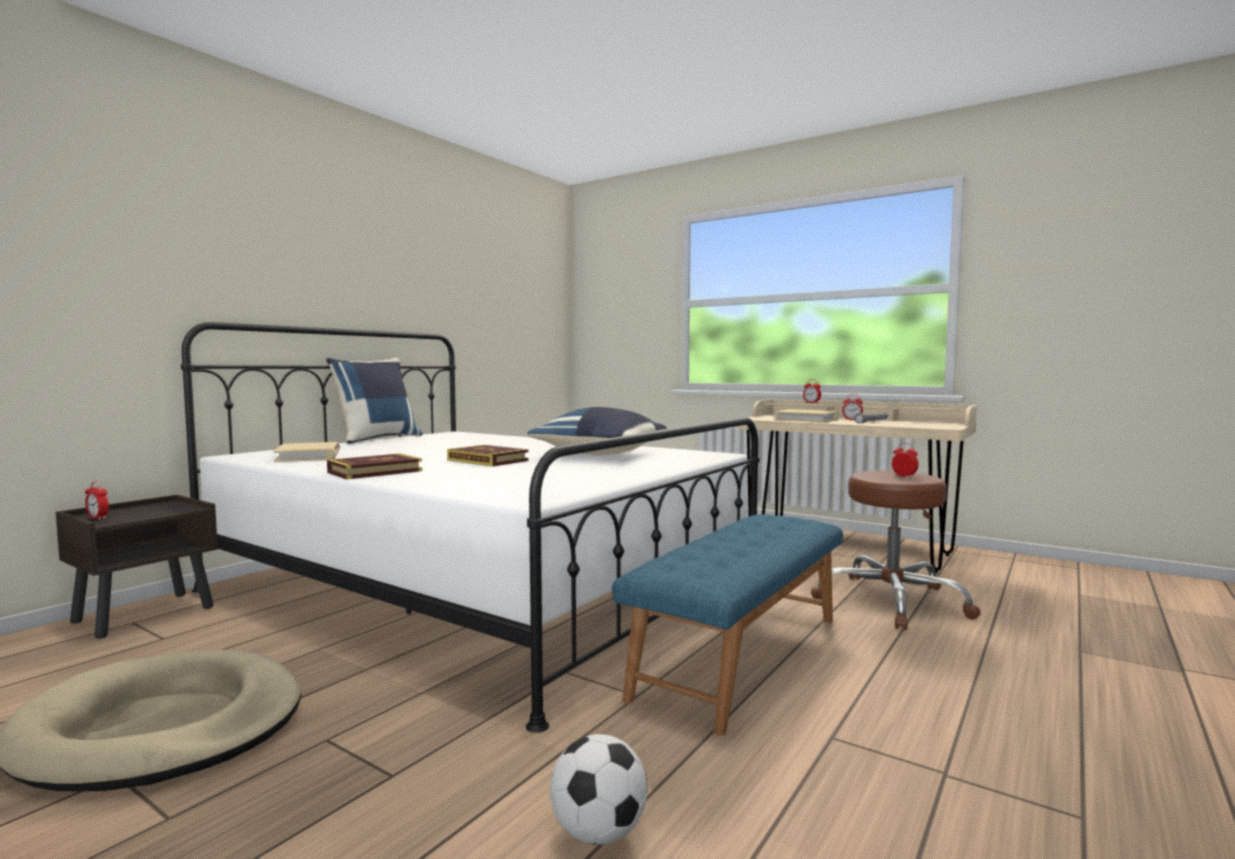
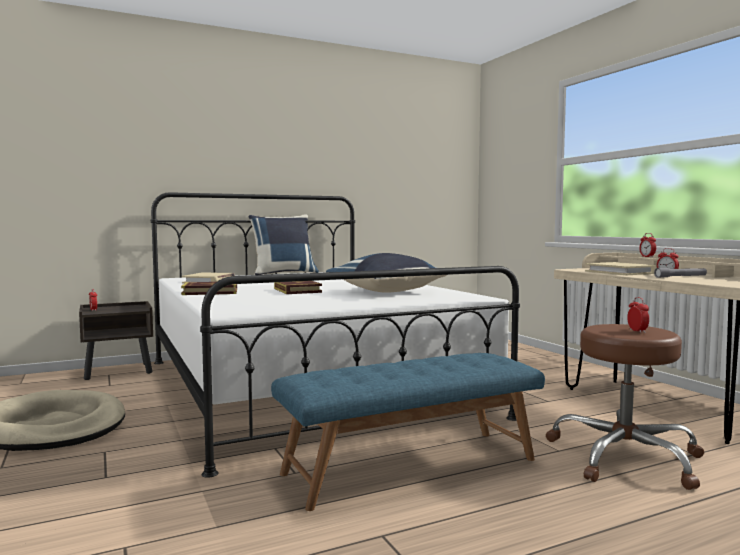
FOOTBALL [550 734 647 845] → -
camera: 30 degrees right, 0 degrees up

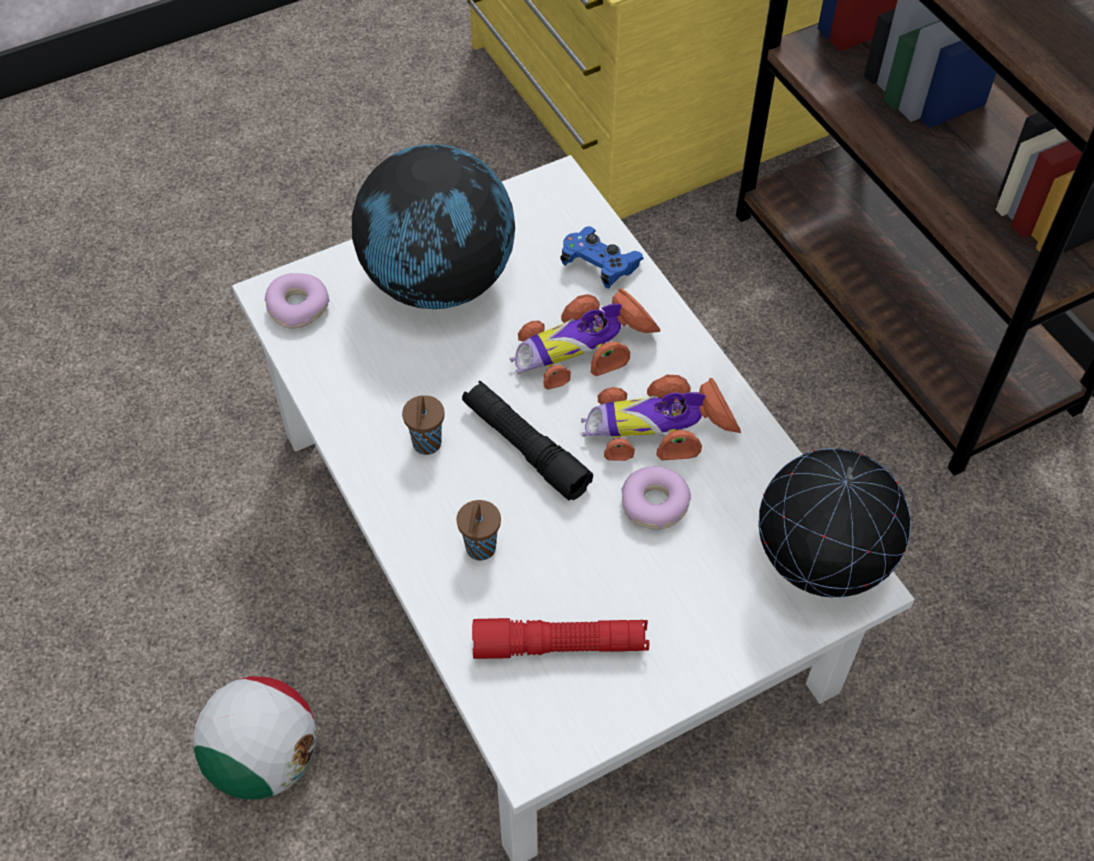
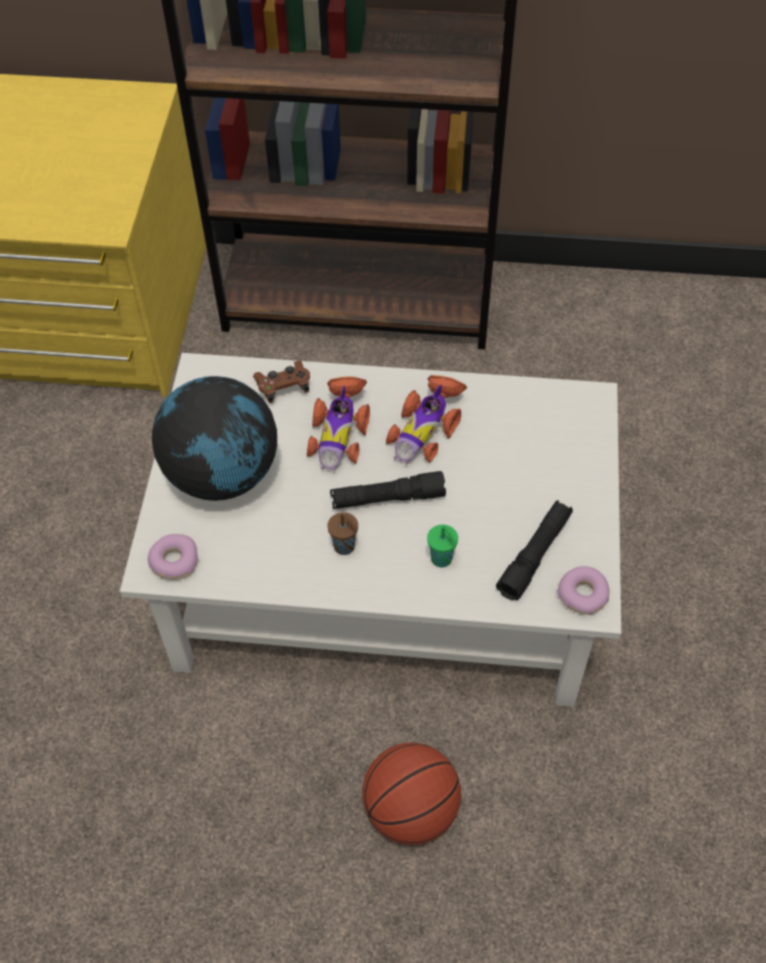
BLUE GAME CONTROLLER [560 226 644 289] → BROWN GAME CONTROLLER [253 361 310 403]
GLOBE [759 448 911 598] → -
DONUT [621 466 691 530] → DONUT [558 566 610 615], relocated
BROWN CUP [456 500 501 561] → GREEN CUP [427 525 458 567]
RED FLASHLIGHT [472 618 649 659] → BLACK FLASHLIGHT [496 500 573 600]
FOOTBALL [193 676 317 799] → BASKETBALL [362 743 461 845]
camera: 55 degrees left, 0 degrees up

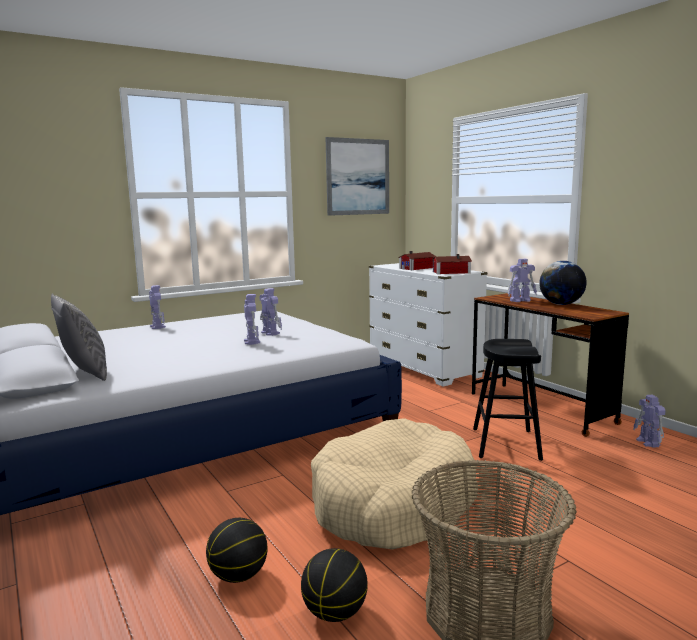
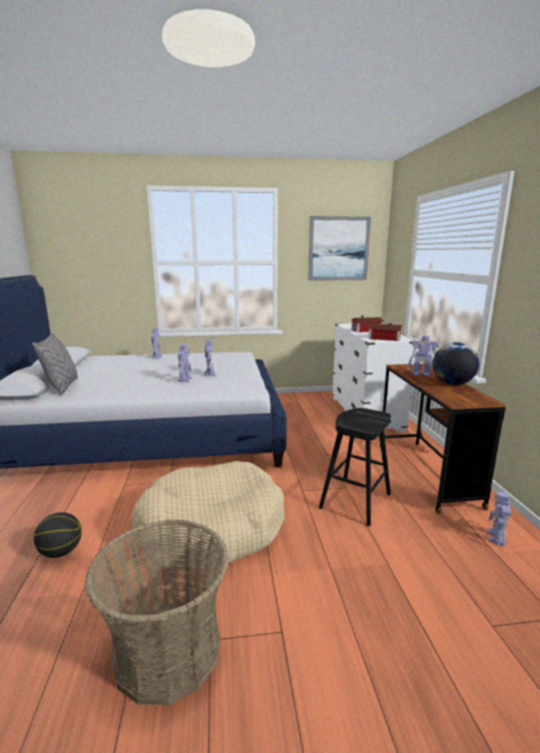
BASKETBALL [301 548 368 622] → -
camera: 25 degrees right, 5 degrees up

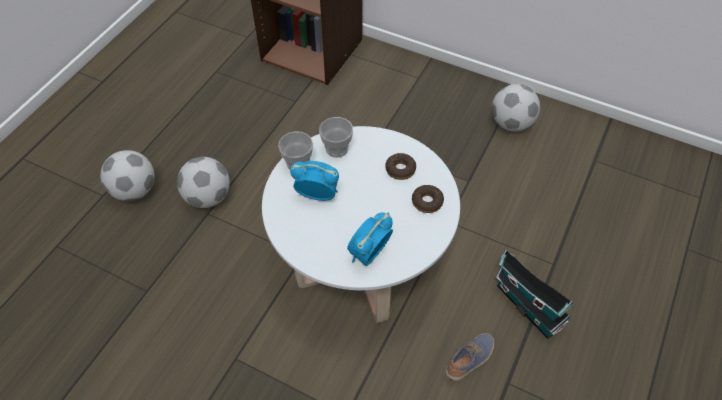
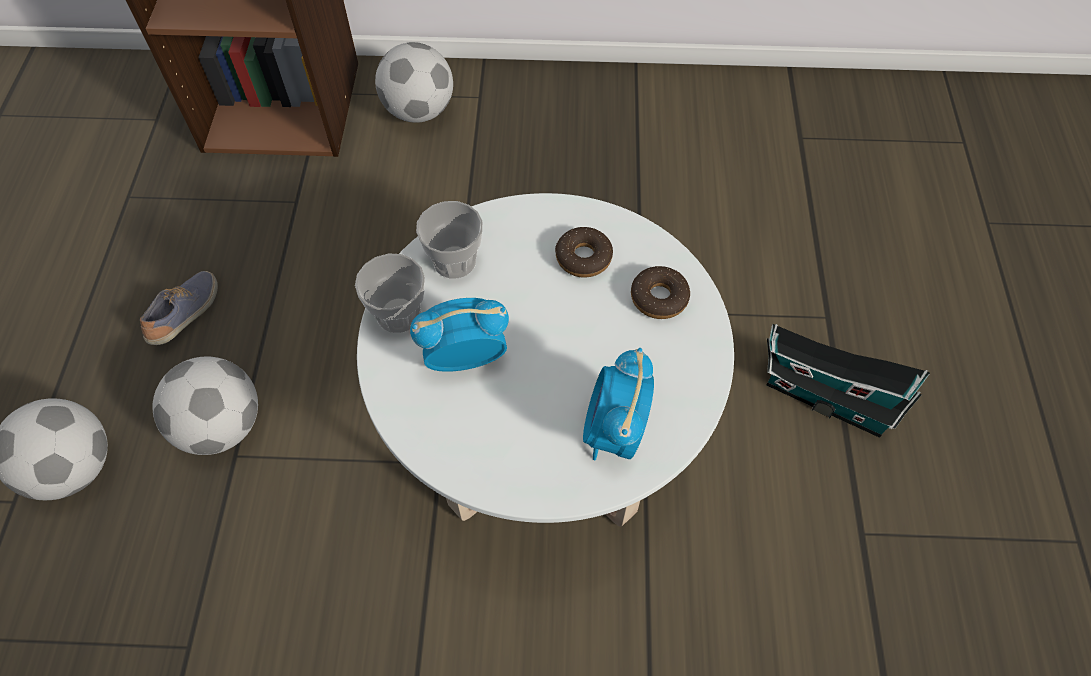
FOOTBALL [492 84 540 132] → FOOTBALL [375 42 453 123], relocated
SHOE [446 333 494 381] → SHOE [140 271 218 345], relocated
camera: 25 degrees left, 5 degrees up

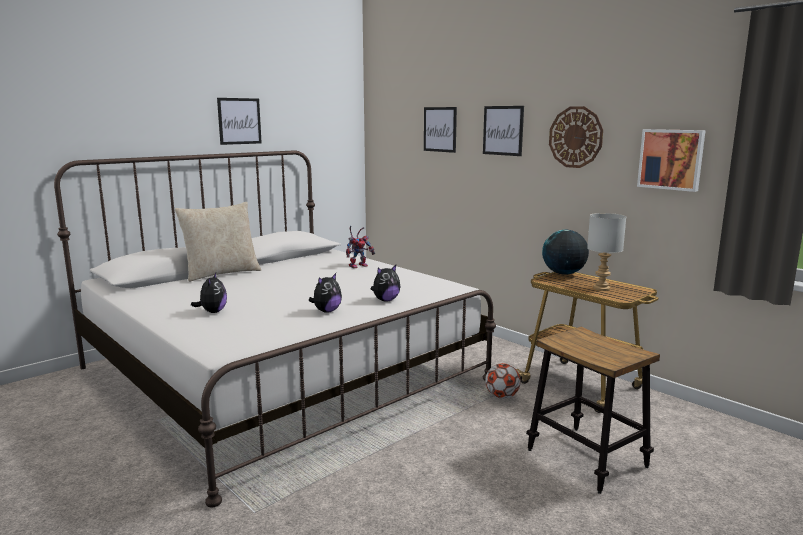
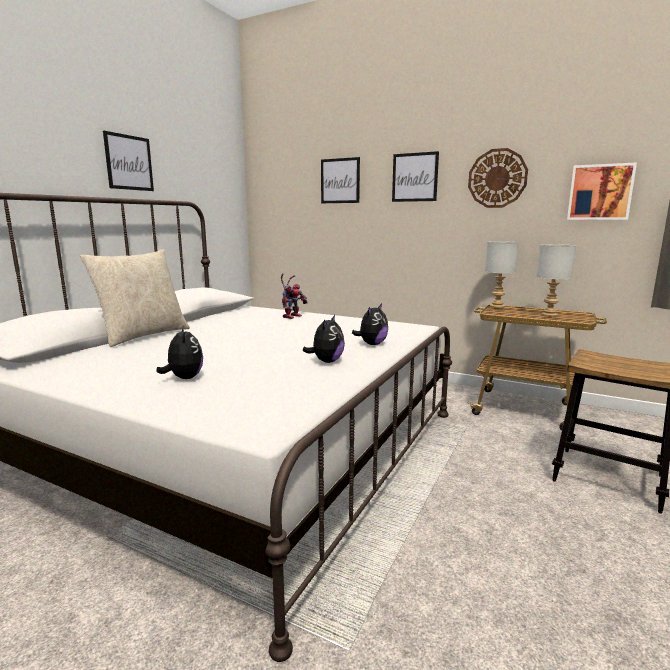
GLOBE [542 230 589 275] → GREY TABLE LAMP [485 241 519 308]
FOOTBALL [485 363 521 399] → -
camera: 20 degrees left, 0 degrees up

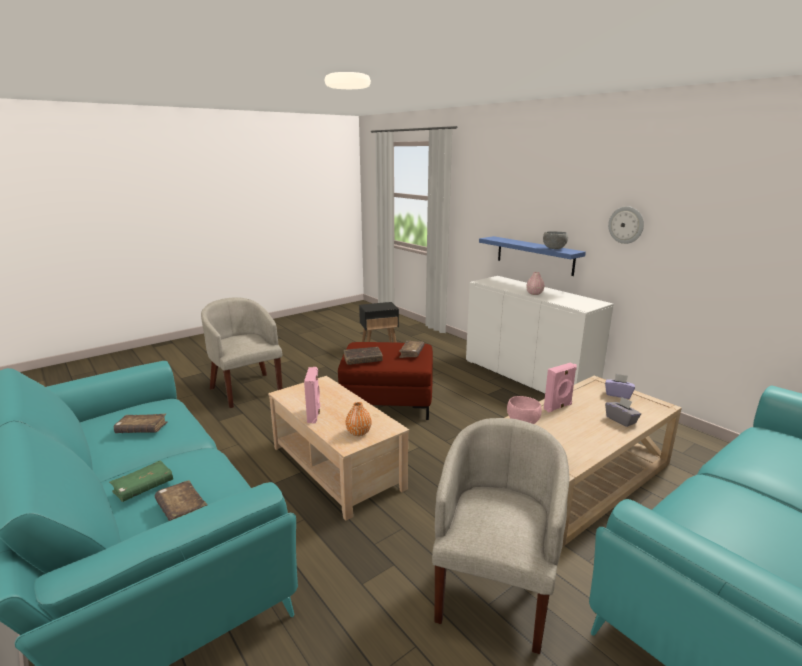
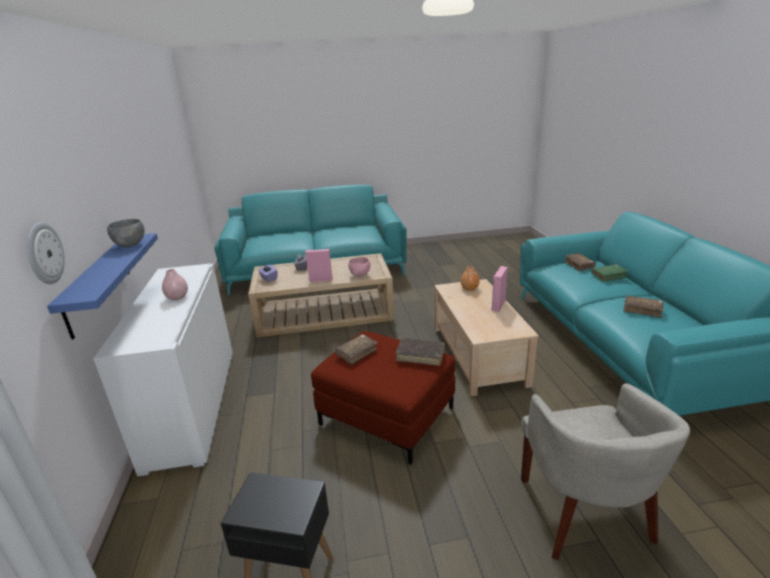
WALL CLOCK [608 206 644 244] → WALL CLOCK [27 222 65 284], relocated
BEIGE ARMCHAIR [432 418 569 654] → -
camera: 150 degrees left, 5 degrees up

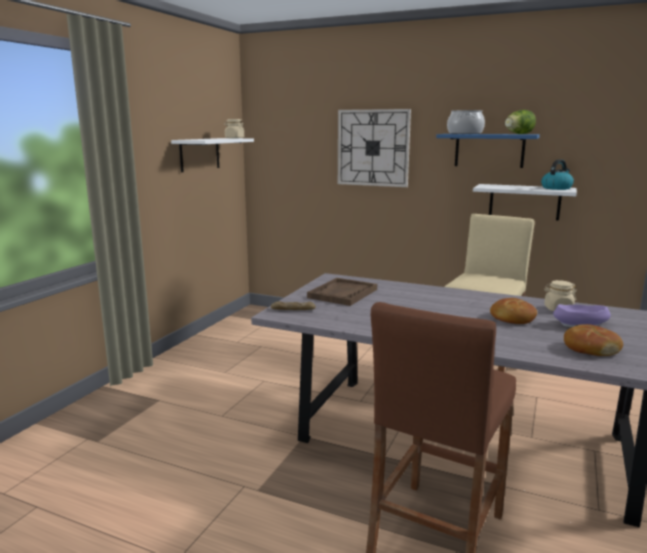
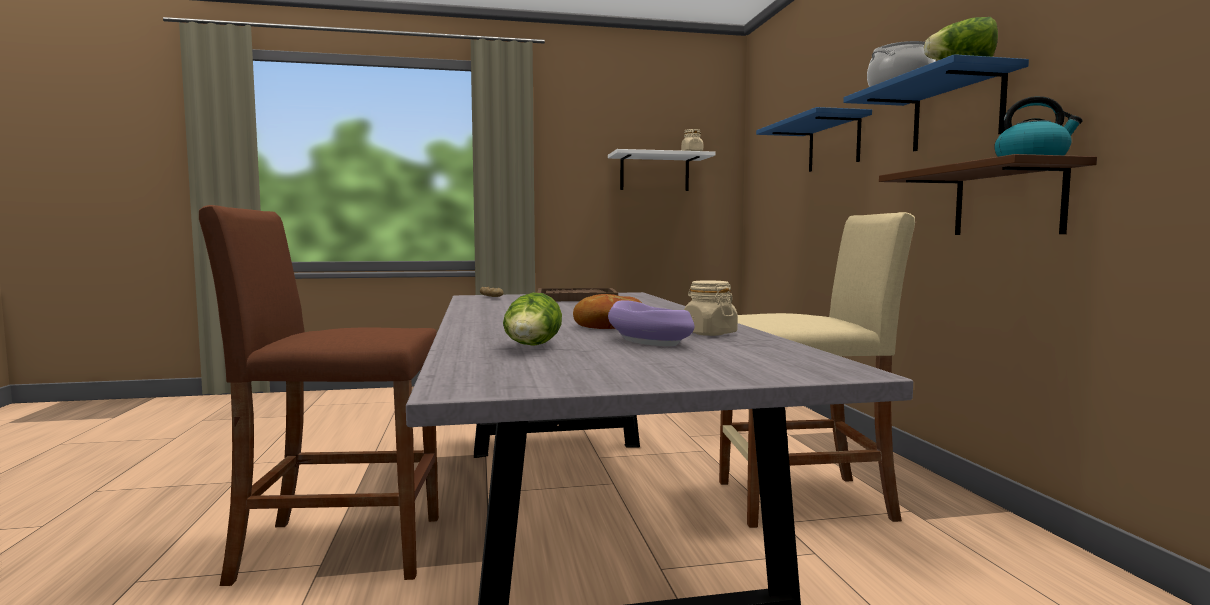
WALL CLOCK [338 109 411 187] → BLUE SHELF [756 107 872 172]
WHITE SHELF [473 184 577 221] → BROWN SHELF [879 154 1097 235]
BREAD [564 324 623 356] → LETTUCE [503 293 562 346]
camera: 55 degrees right, 10 degrees down

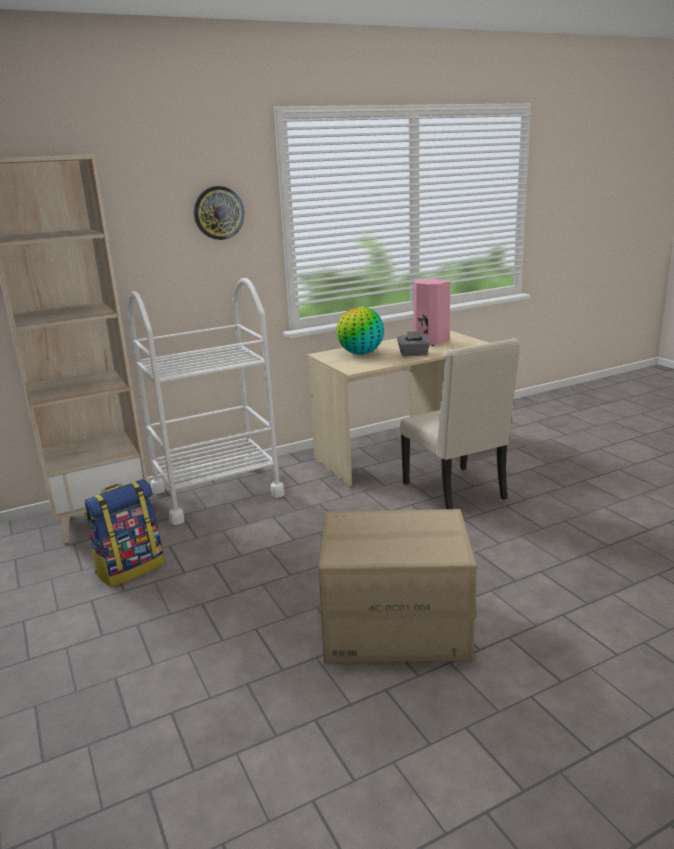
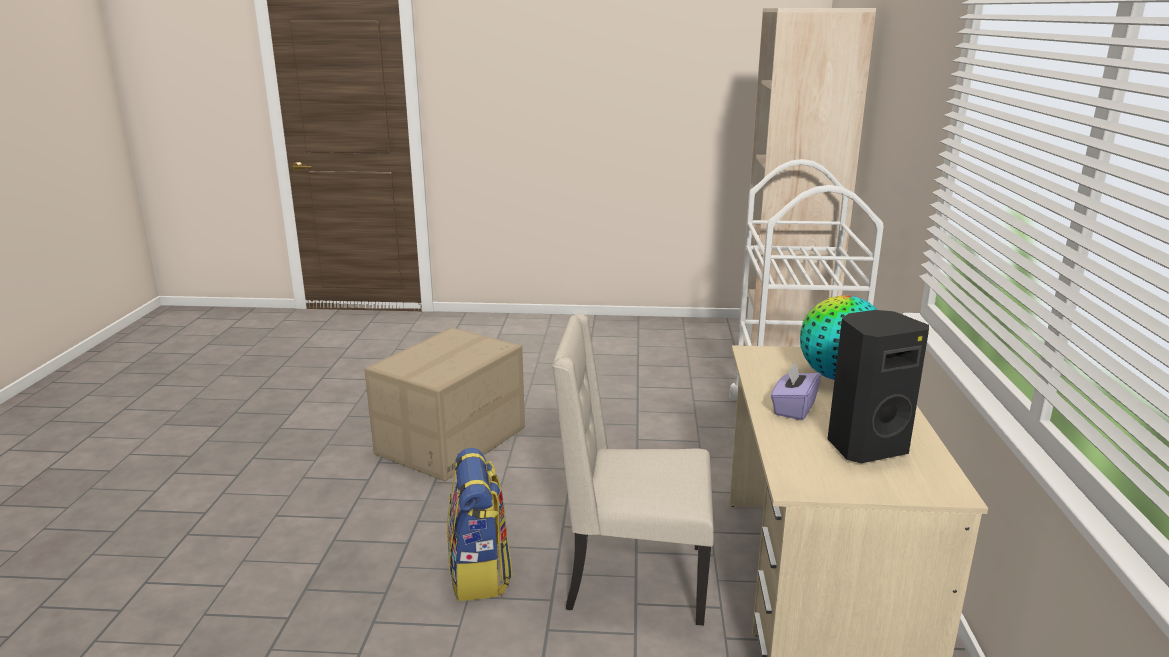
WALL CLOCK [194 186 244 240] → -
PINK SPEAKER [413 278 450 346] → BLACK SPEAKER [828 310 929 463]
GREY TISSUE BOX [397 331 430 356] → PURPLE TISSUE BOX [771 362 821 420]
BACKPACK [84 479 165 587] → BACKPACK [447 448 513 601], relocated
camera: 120 degrees right, 0 degrees up

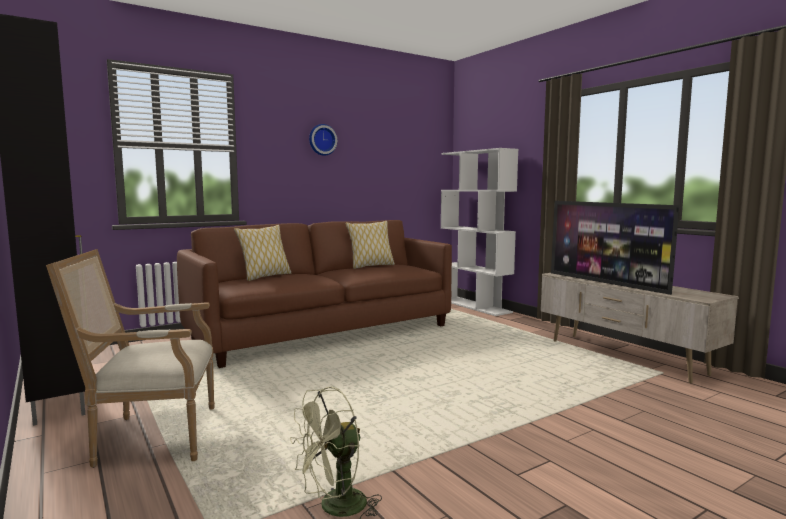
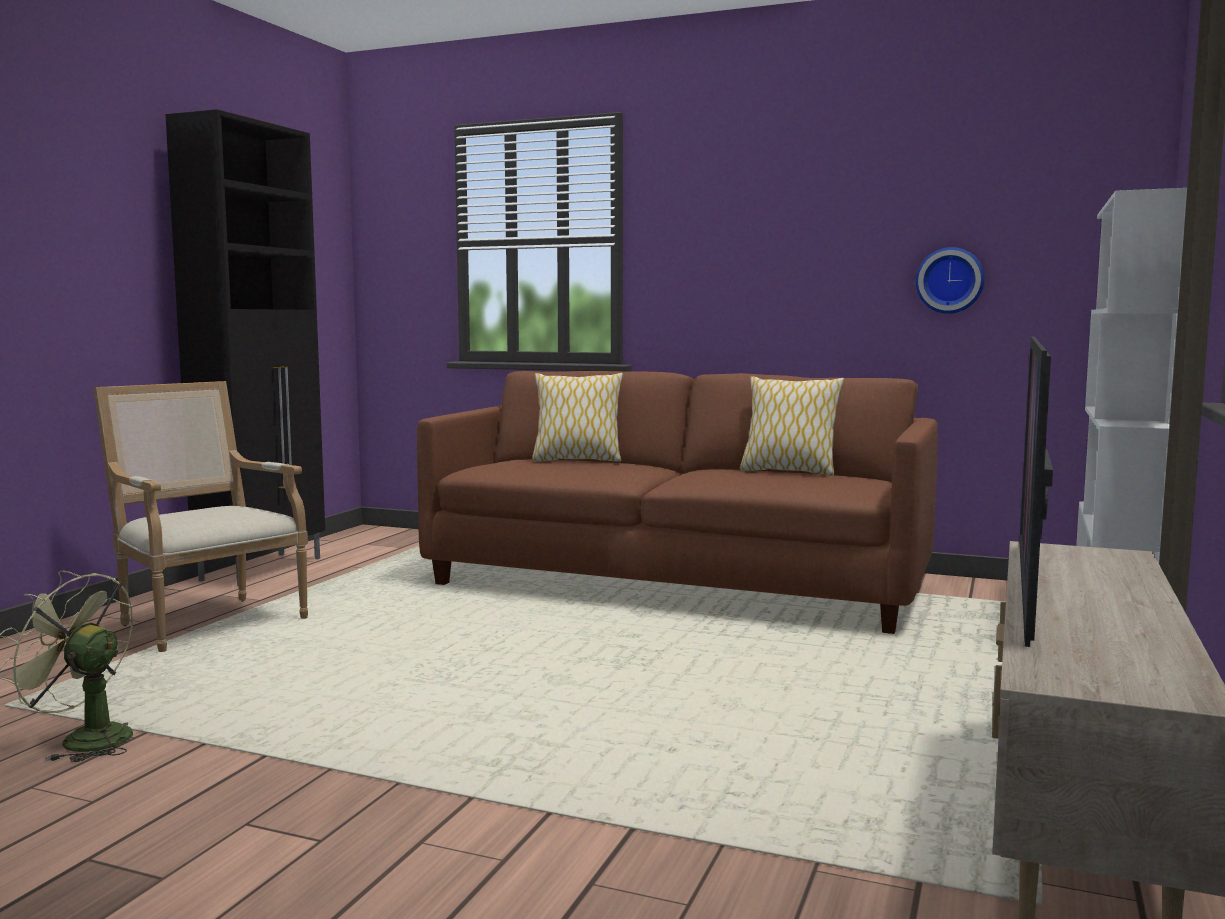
WALL CLOCK [309 124 337 156] → WALL CLOCK [916 247 984 314], relocated
camera: 55 degrees right, 0 degrees up

